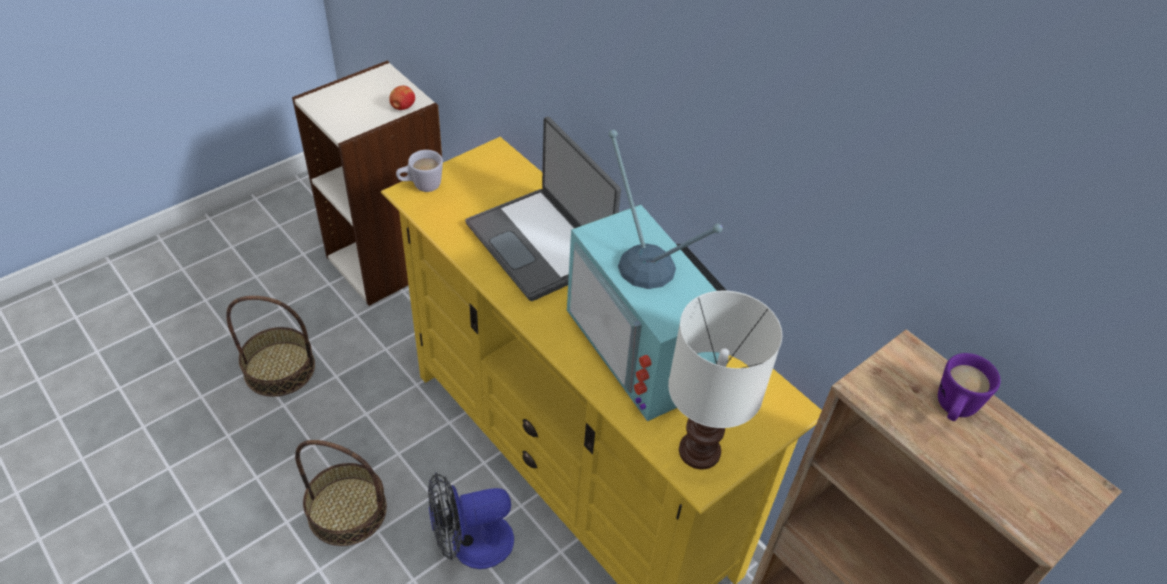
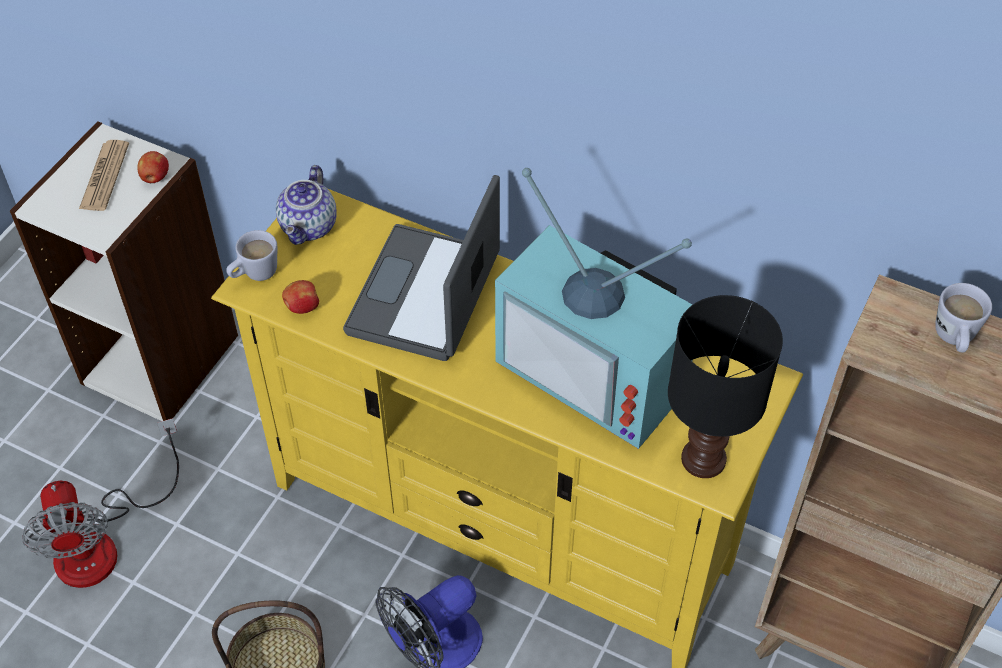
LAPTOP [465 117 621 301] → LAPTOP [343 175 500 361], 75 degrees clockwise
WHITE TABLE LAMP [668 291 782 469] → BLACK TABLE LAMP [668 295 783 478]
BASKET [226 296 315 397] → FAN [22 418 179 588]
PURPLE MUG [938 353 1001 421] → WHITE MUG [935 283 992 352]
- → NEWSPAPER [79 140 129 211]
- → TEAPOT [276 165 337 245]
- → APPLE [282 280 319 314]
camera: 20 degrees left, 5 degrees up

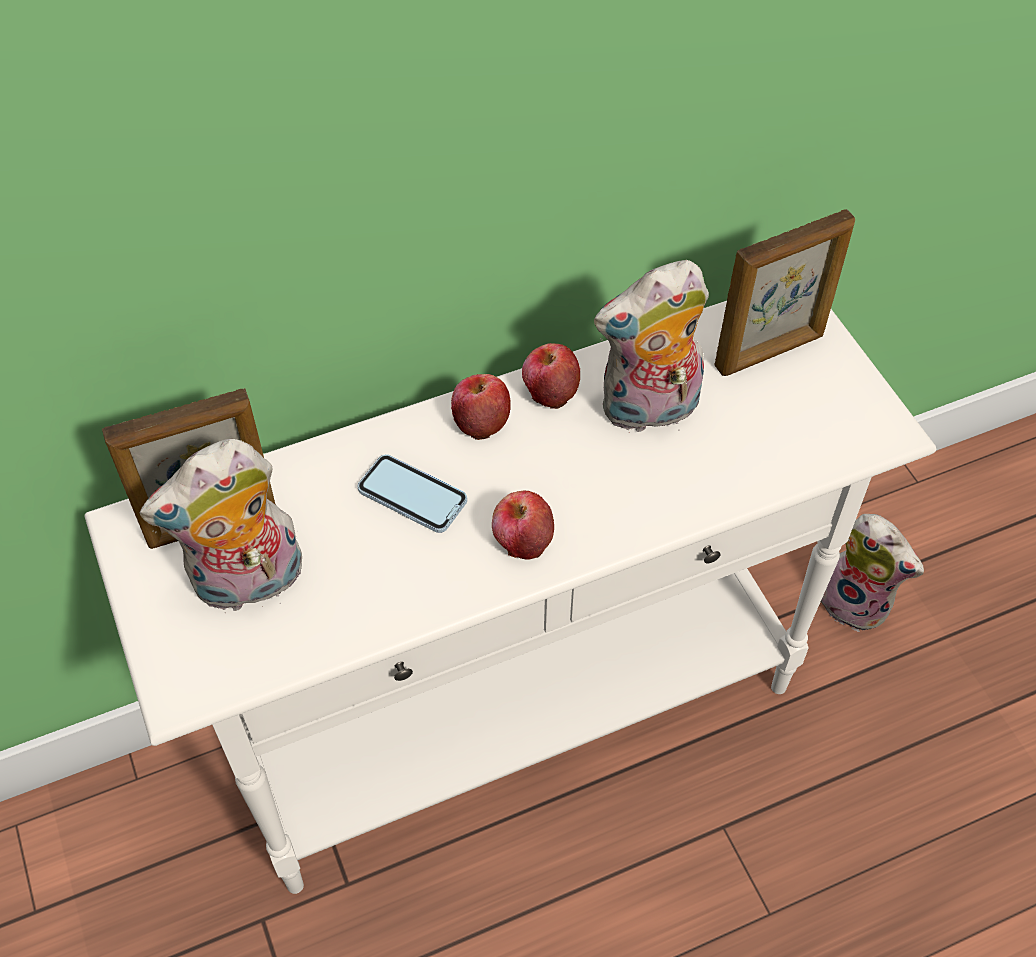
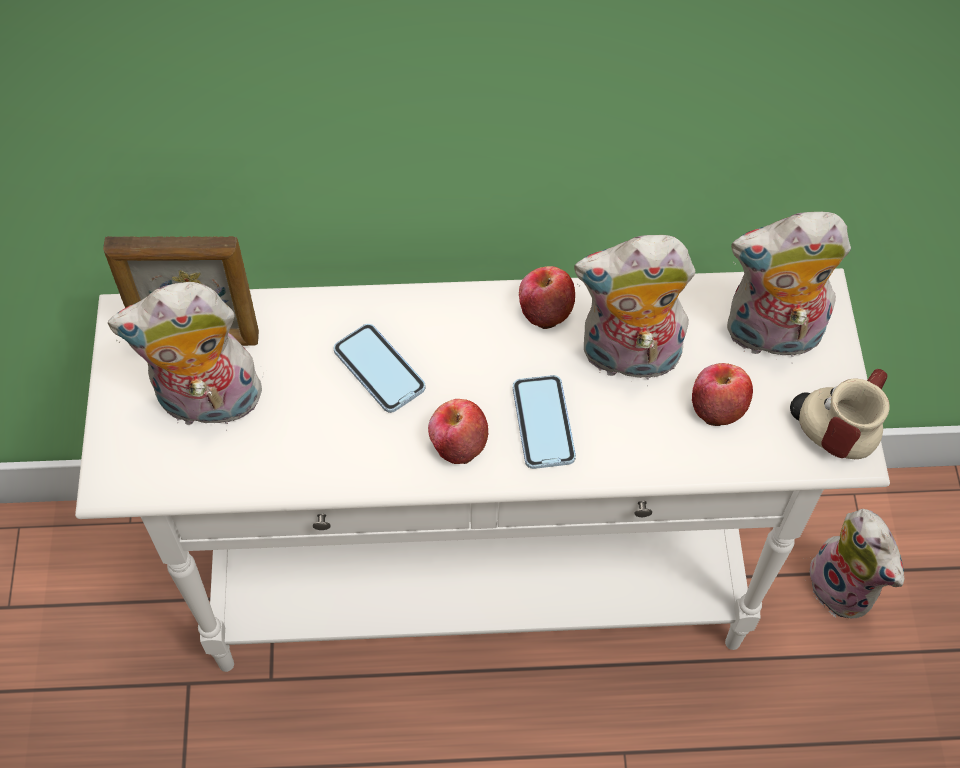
PICTURE FRAME [715 209 855 376] → PLUSH TOY [727 212 851 360]
APPLE [451 374 511 440] → APPLE [692 363 753 426], relocated
- → MUG [790 369 890 459]
- → PHONE [513 375 576 469]
camera: 20 degrees right, 5 degrees up

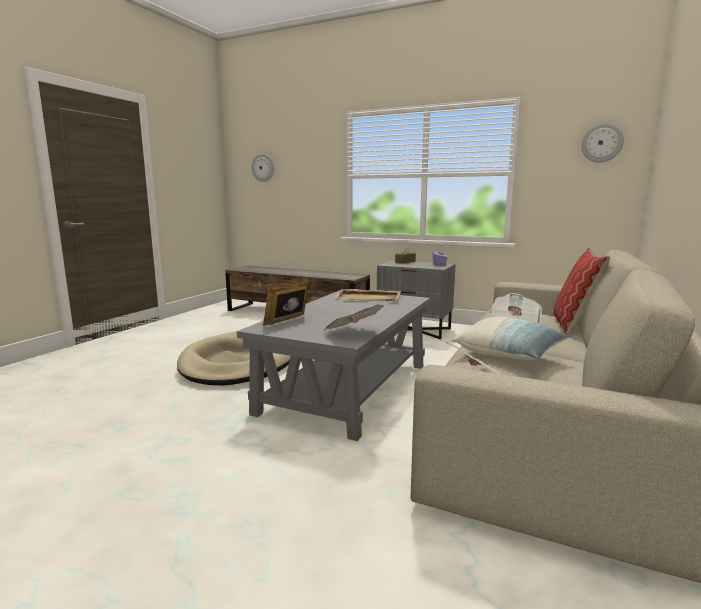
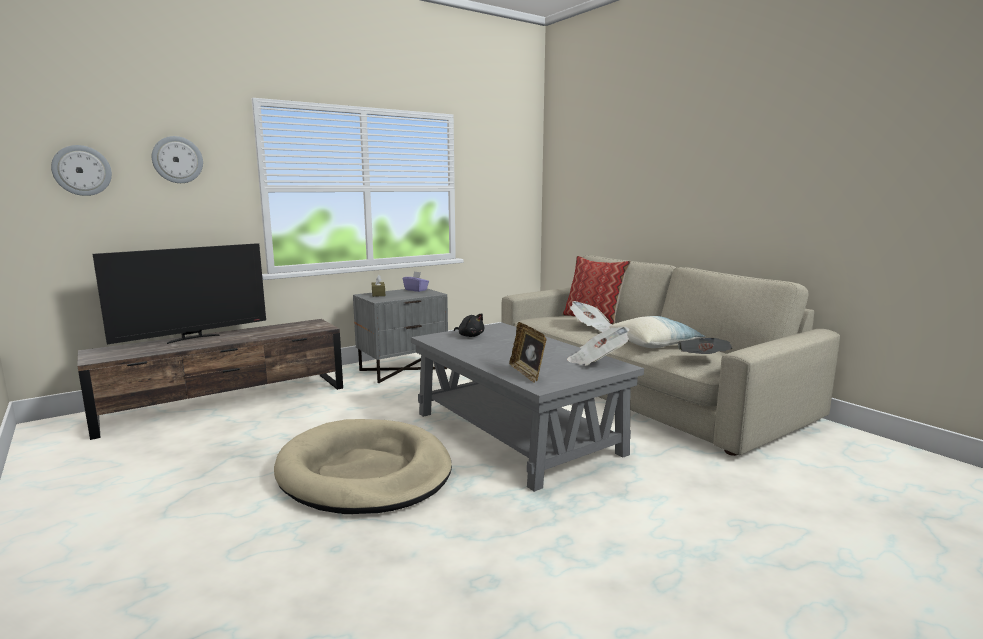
WALL CLOCK [581 123 624 163] → WALL CLOCK [152 136 203 183], relocated
BEIGE TRAY [334 289 401 301] → BLACK PLUSH TOY [454 313 484 337]
- → TELEVISION [92 243 266 344]
camera: 60 degrees left, 0 degrees up

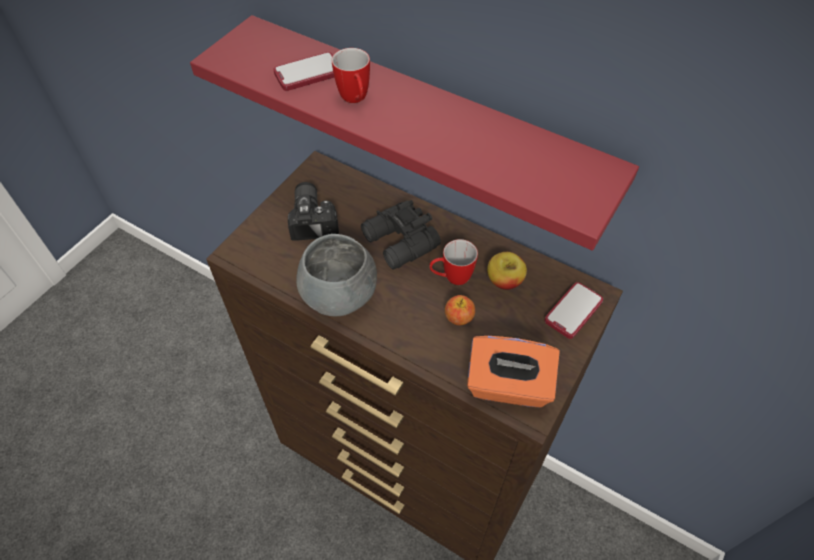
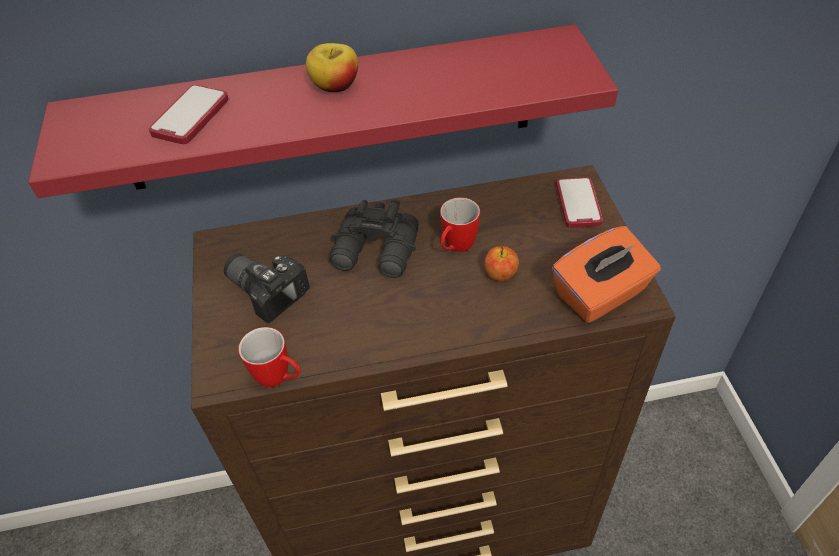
MUG [332 48 370 103] → MUG [238 327 300 387], relocated
GREY BOWL [296 234 377 316] → -
APPLE [487 252 527 290] → APPLE [306 43 358 92], relocated
camera: 40 degrees left, 5 degrees down

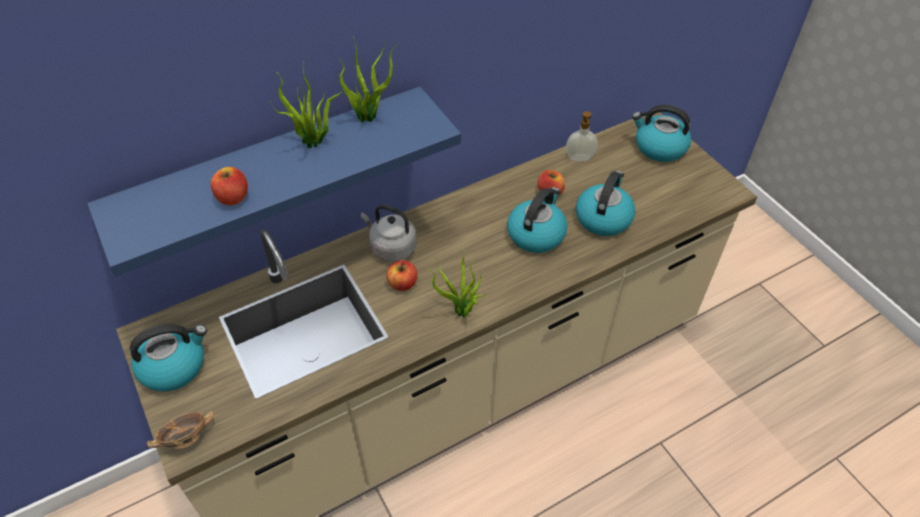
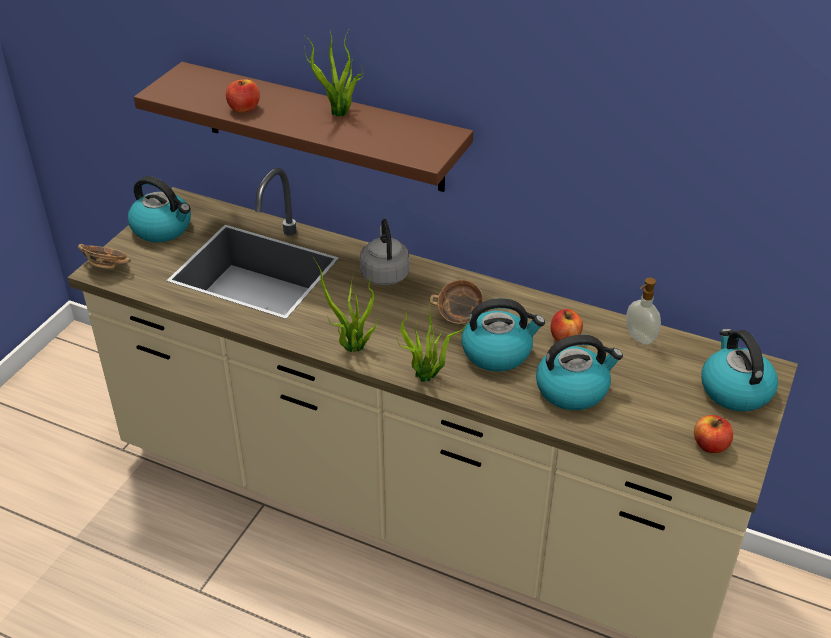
POTTED PLANT [338 37 398 122] → POTTED PLANT [397 300 467 382], relocated
BLUE SHELF [87 87 461 276] → BROWN SHELF [134 62 473 192]
APPLE [386 261 418 291] → APPLE [694 415 733 453], relocated
- → BOWL [430 280 490 324]
camera: 55 degrees right, 10 degrees down

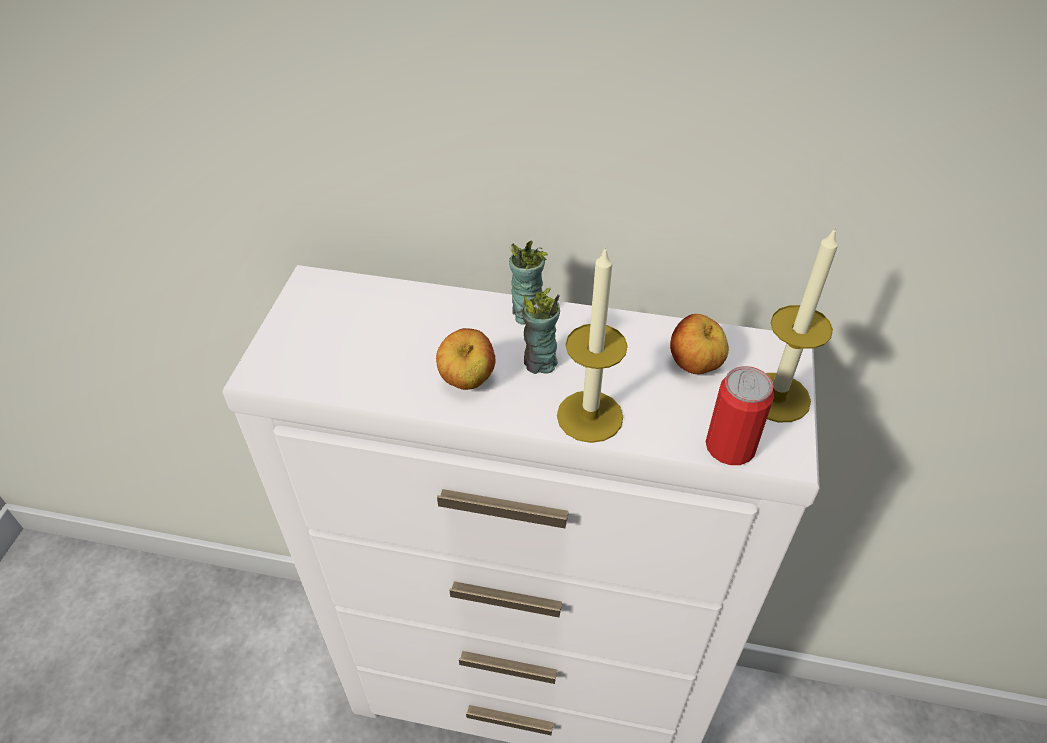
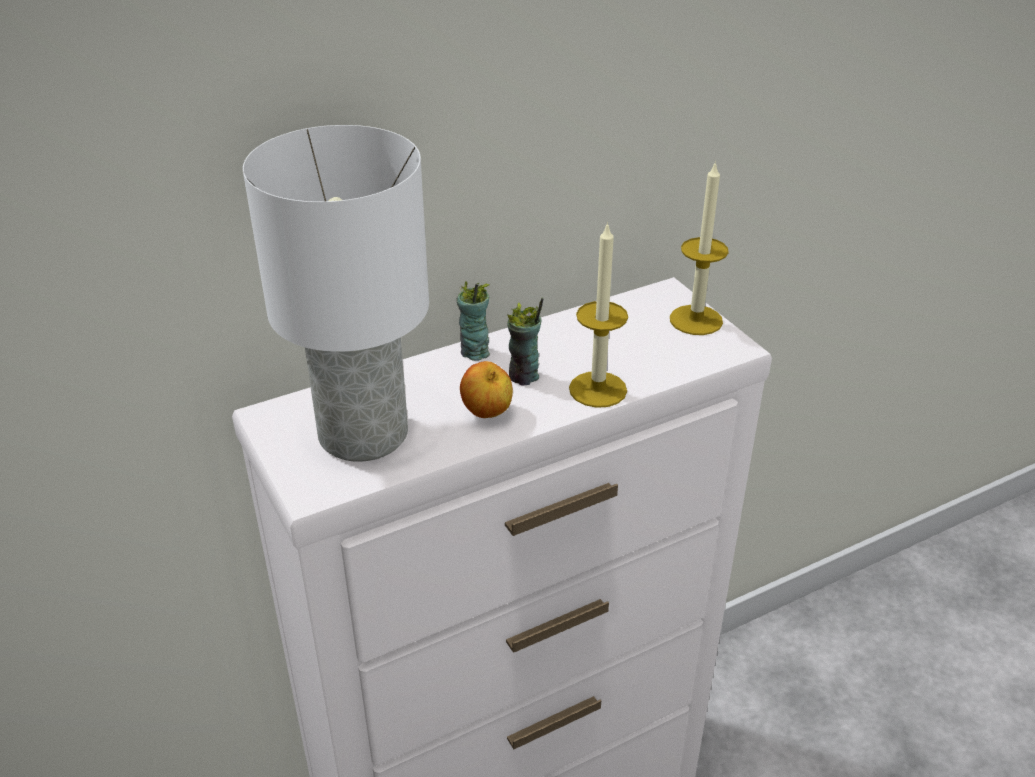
APPLE [670 314 729 374] → -
CAN [705 366 774 465] → -
- → WHITE TABLE LAMP [243 125 429 462]
camera: 40 degrees left, 10 degrees down

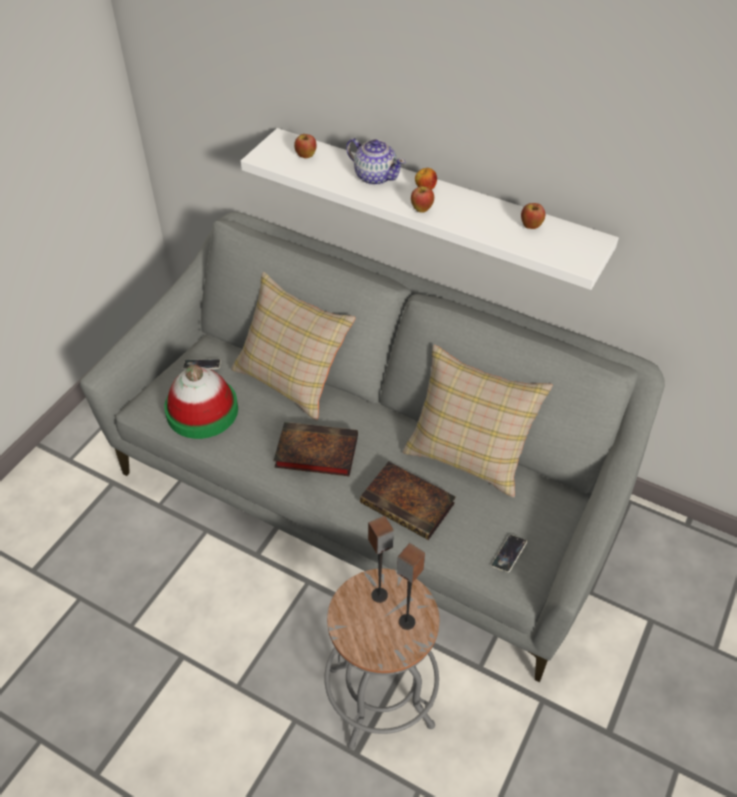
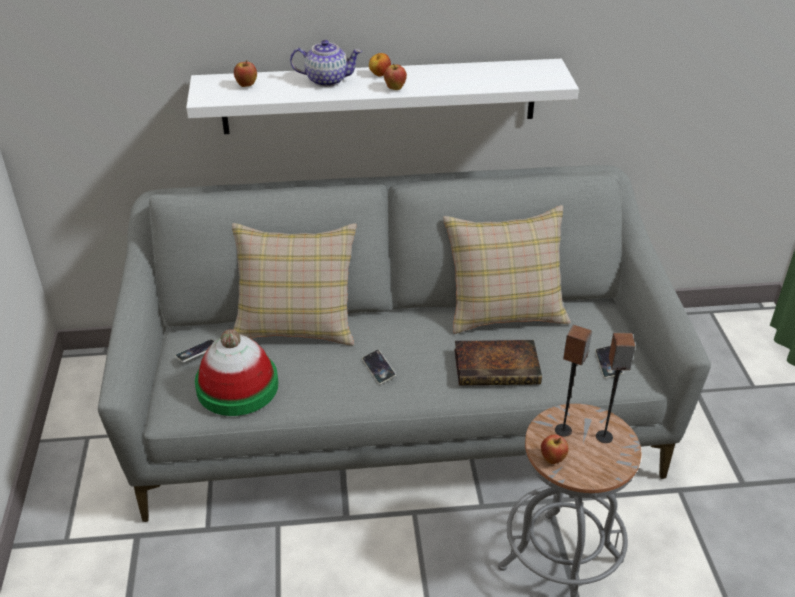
APPLE [521 203 545 229] → APPLE [541 435 568 464], relocated
BOOK [273 422 358 476] → PHONE [362 350 396 384]
camera: 35 degrees left, 10 degrees down

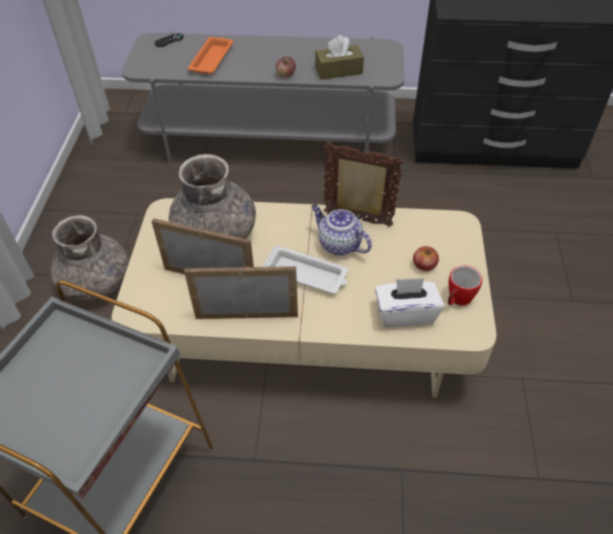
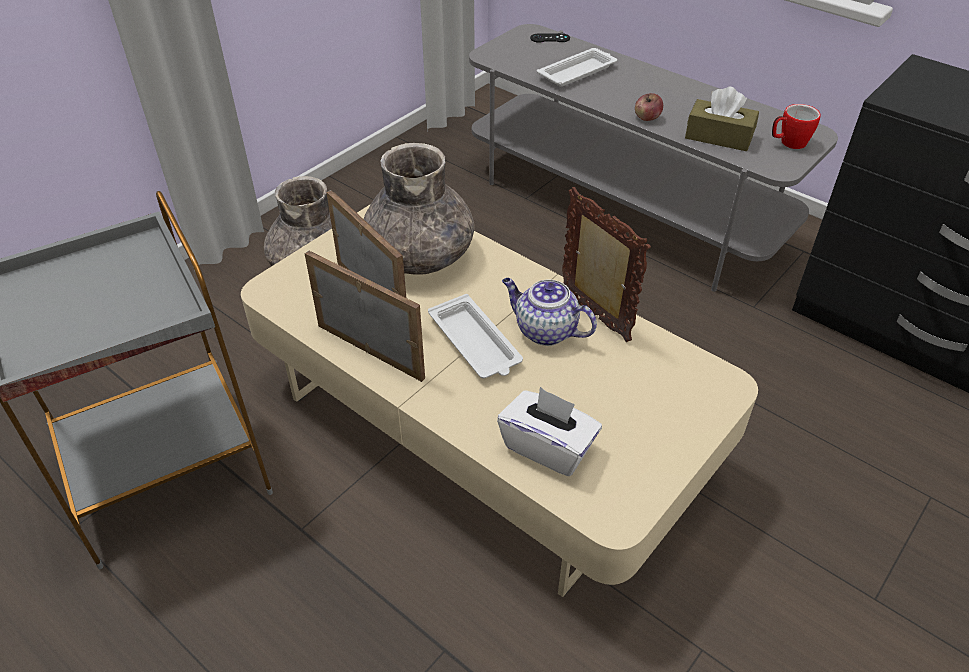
ORANGE TRAY [187 37 233 74] → WHITE TRAY [537 48 618 87]
TEAPOT [311 205 372 256] → TEAPOT [502 278 597 346], 45 degrees counterclockwise
APPLE [413 246 439 271] → -
MUG [448 265 482 305] → MUG [772 104 821 149], relocated
camera: 35 degrees right, 5 degrees down

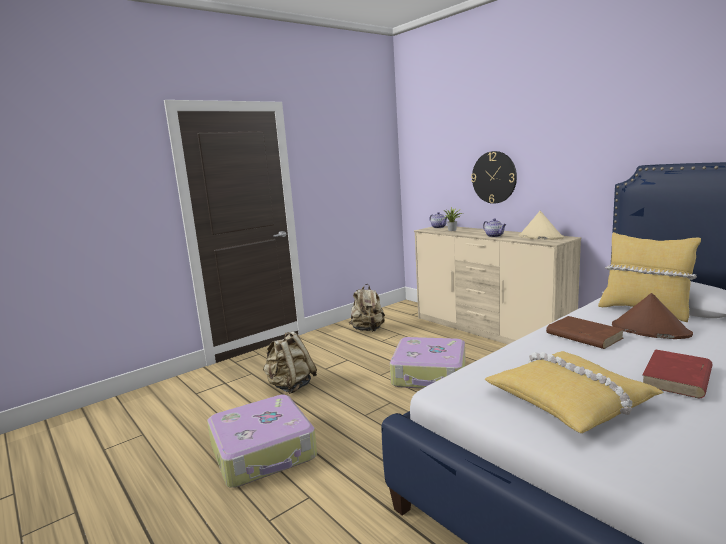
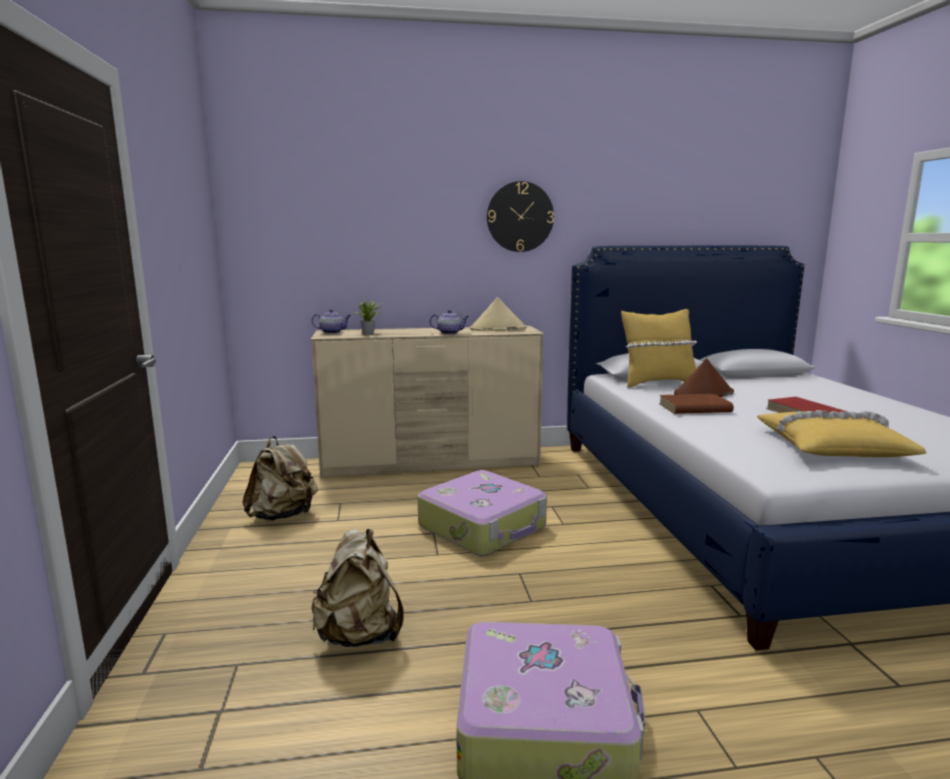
WALL CLOCK [471 151 517 204] → WALL CLOCK [487 181 554 252], relocated
camera: 60 degrees left, 0 degrees up

